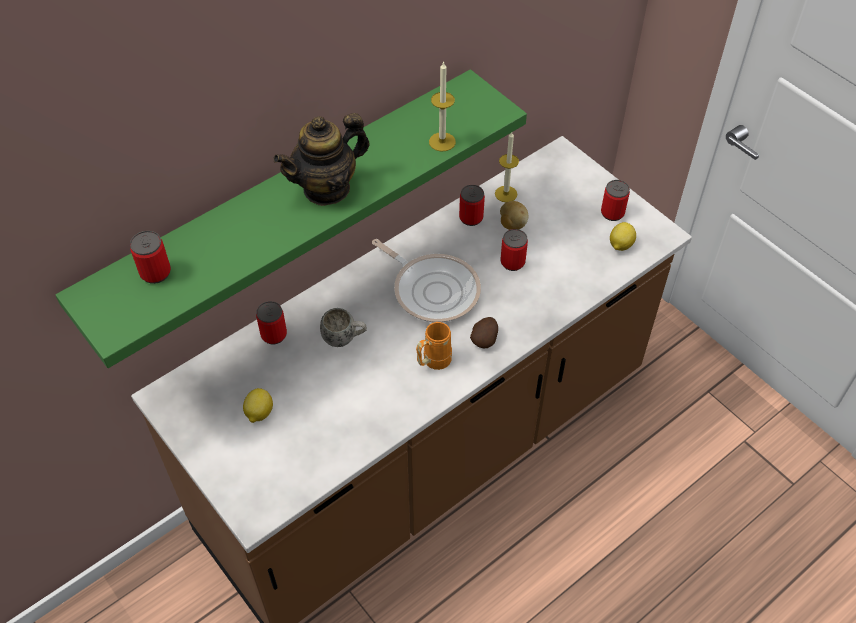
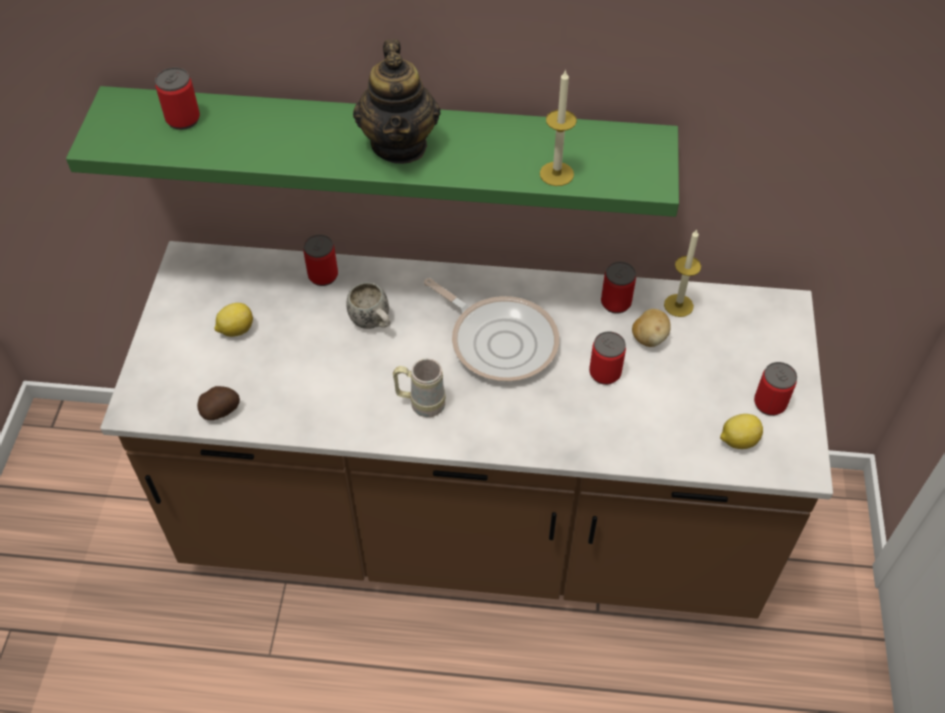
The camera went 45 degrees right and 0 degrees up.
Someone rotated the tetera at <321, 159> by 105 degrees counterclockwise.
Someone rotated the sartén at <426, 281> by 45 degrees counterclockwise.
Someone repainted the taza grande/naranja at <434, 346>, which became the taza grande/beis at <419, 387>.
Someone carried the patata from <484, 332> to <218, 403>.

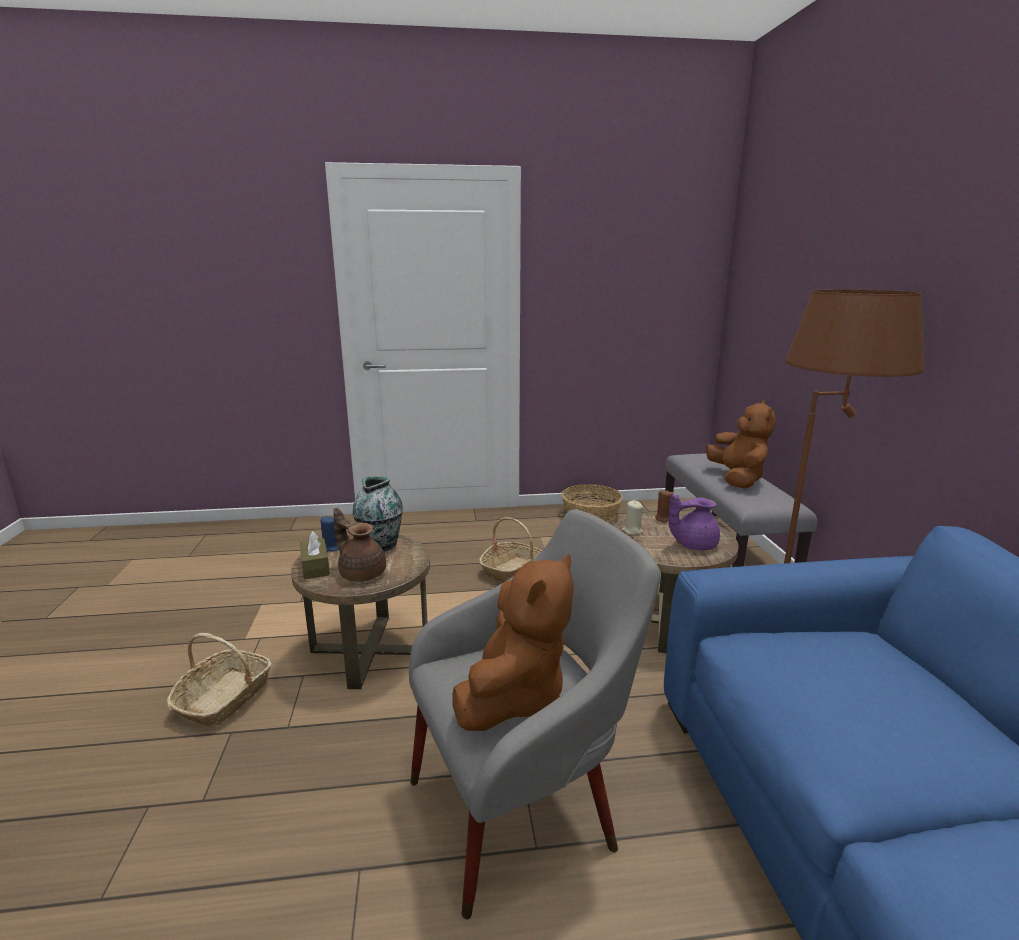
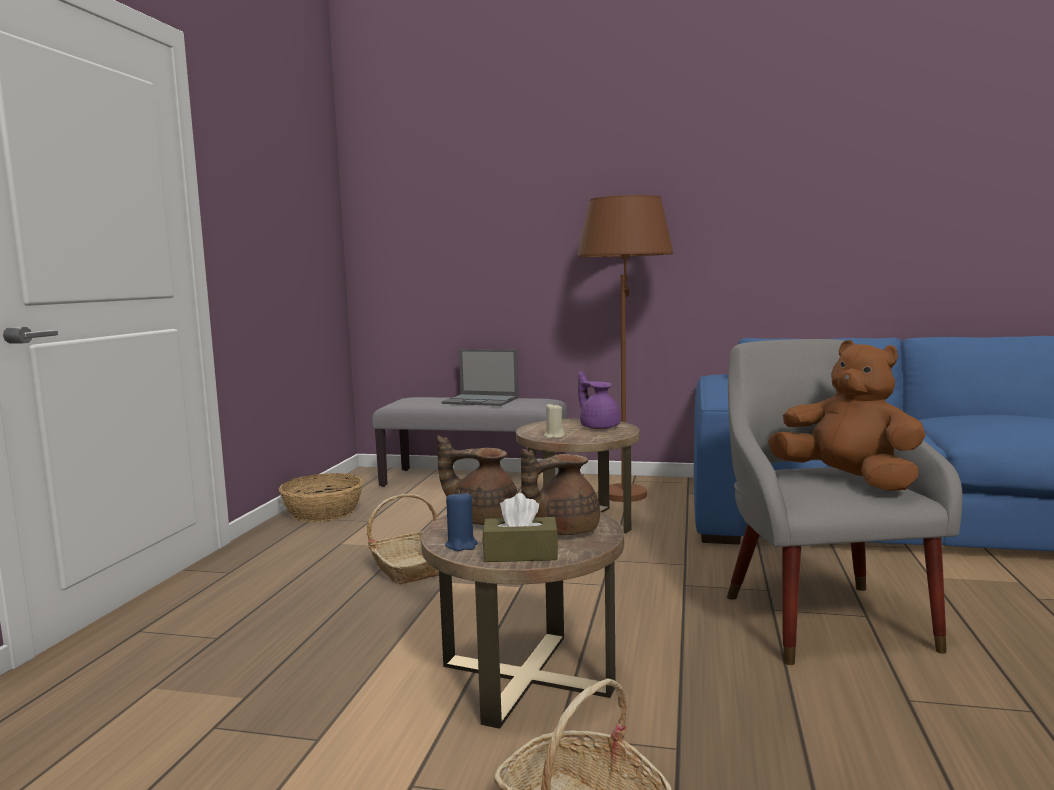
The camera went 70 degrees left and 10 degrees down.
Someone swapped the florero at <377, 514> for the tetera/marrón at <477, 480>.
Someone took away the vela/marrón at <664, 506>.
Someone rotated the tetera/morado at <694, 522> by 135 degrees clockwise.
Someone swapped the peluche/marrón at <740, 444> for the portátil at <480, 377>.

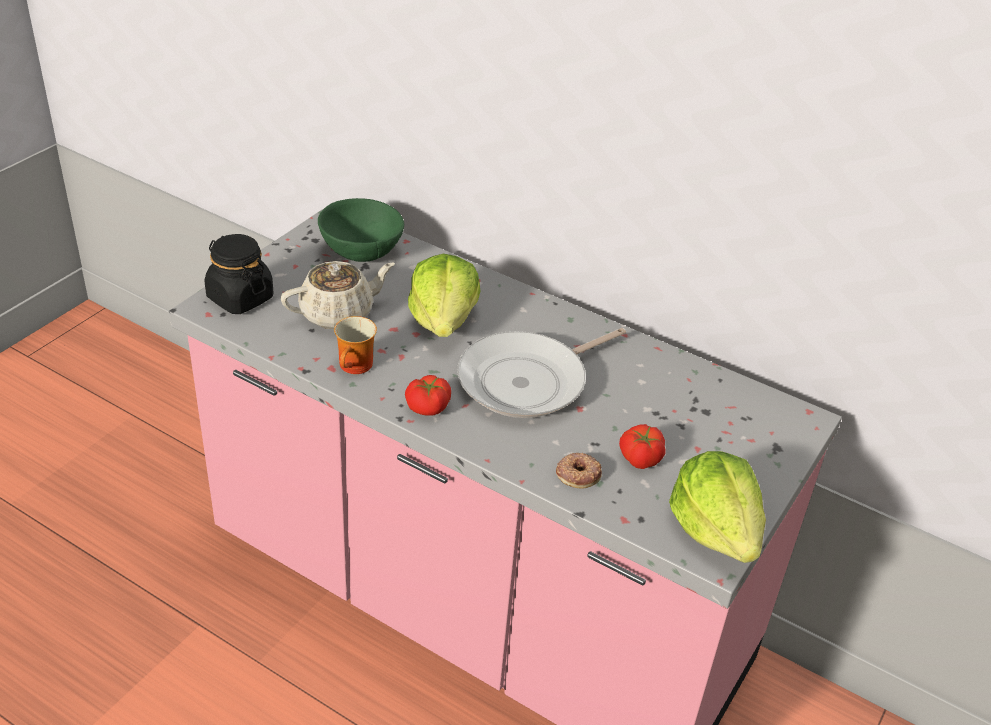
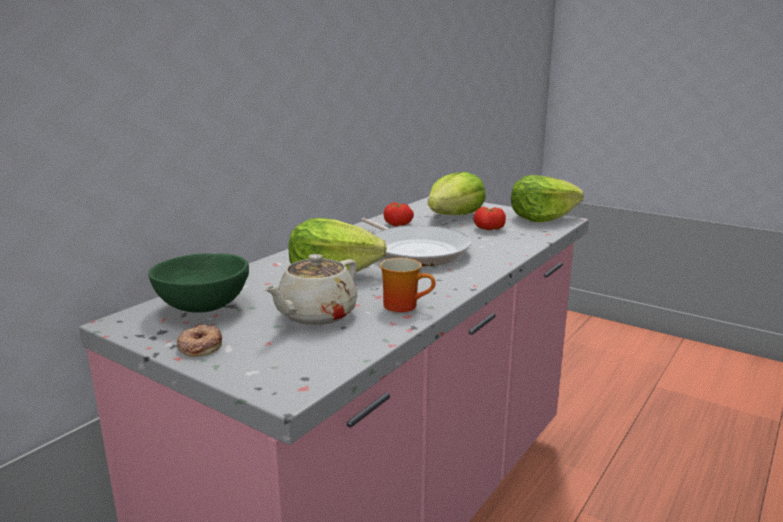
The camera went 85 degrees left and 20 degrees down.
Someone took away the tarro/negro at <239, 274>.
Someone rotated the tetera/beis at <338, 295> by 120 degrees counterclockwise.
Someone carried the tomate from <428, 395> to <398, 214>.
Someone carried the rosquilla from <579, 471> to <199, 341>.
Someone put down the lechuga at <457, 193>.

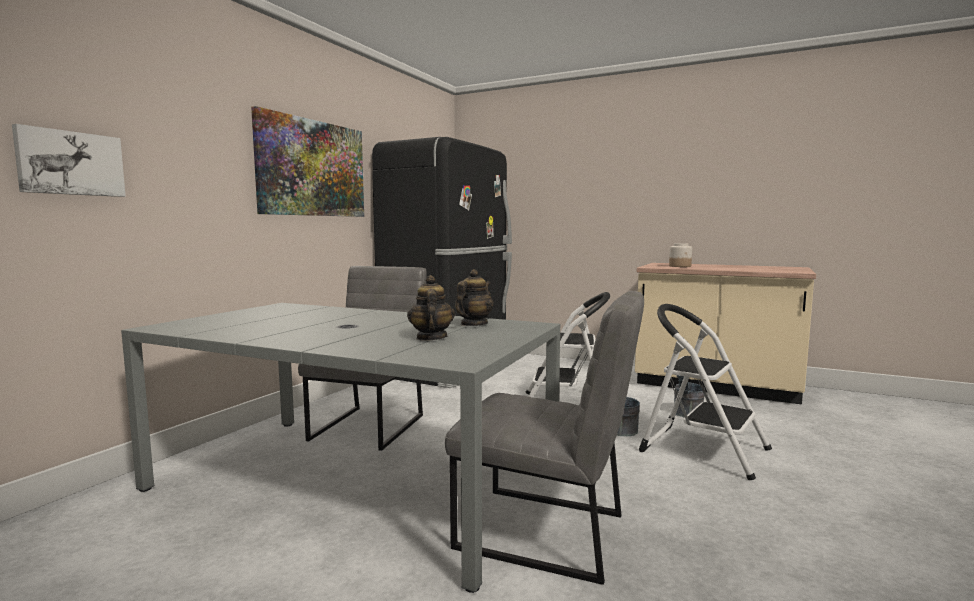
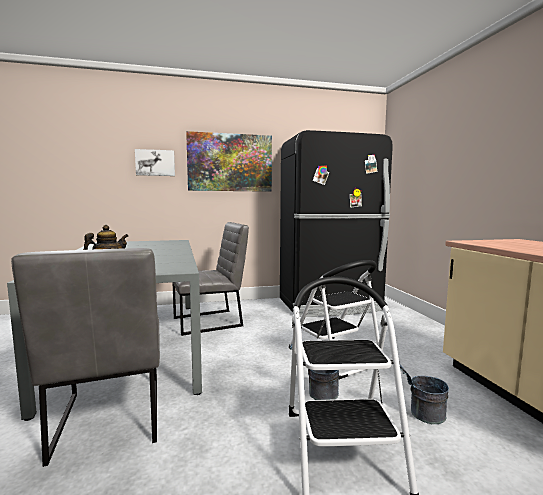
The camera went 50 degrees right and 0 degrees up.
Someone carried the cuadro from <69, 160> to <155, 162>.
Someone took away the tetera at <474, 297>.
Someone took away the tarro at <680, 255>.

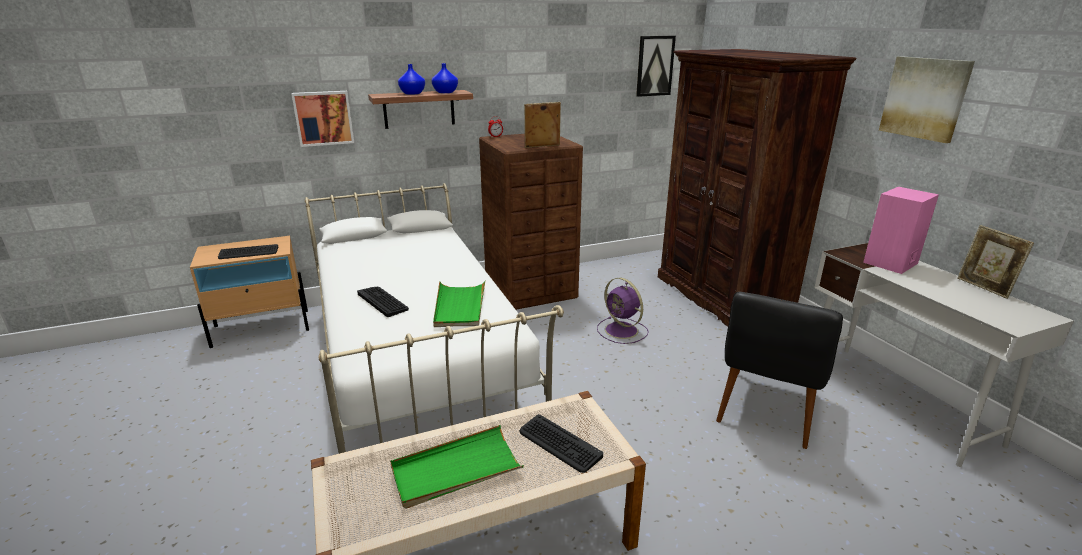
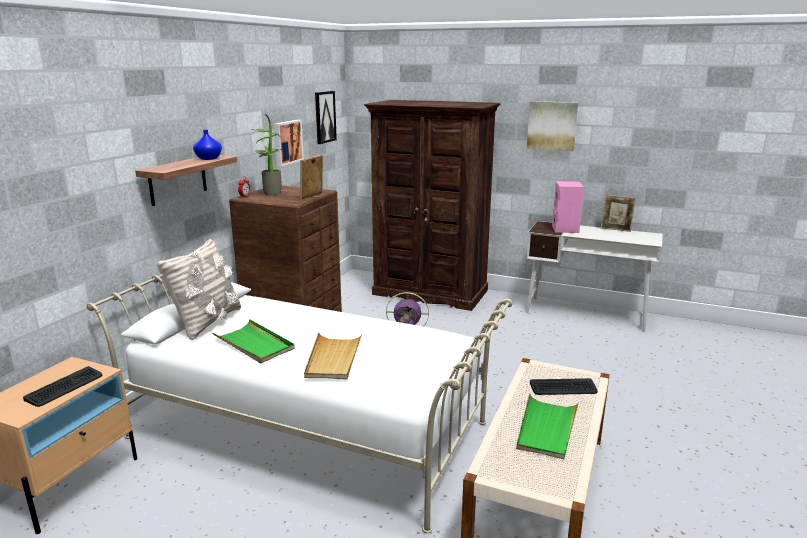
The camera went 45 degrees left and 5 degrees down.
Someone carried the cuadro from <322, 119> to <289, 143>.
Someone swapped the teclado at <383, 302> for the bandeja/beis at <333, 356>.
Someone took away the florero/azul at <411, 79>.
Someone carried the bandeja/verde from <459, 303> to <254, 341>.
Someone took away the silla/negro at <779, 370>.
Someone put down the cojín/beis at <199, 289>.
Someone put down the planta en maceta at <267, 154>.

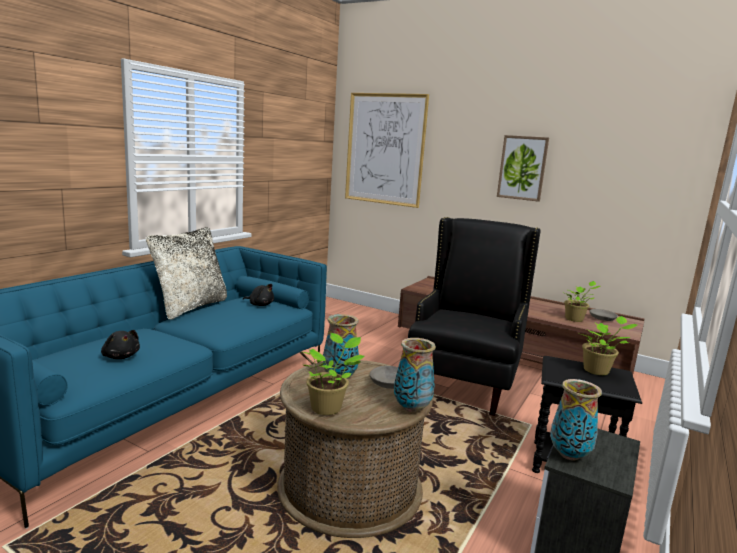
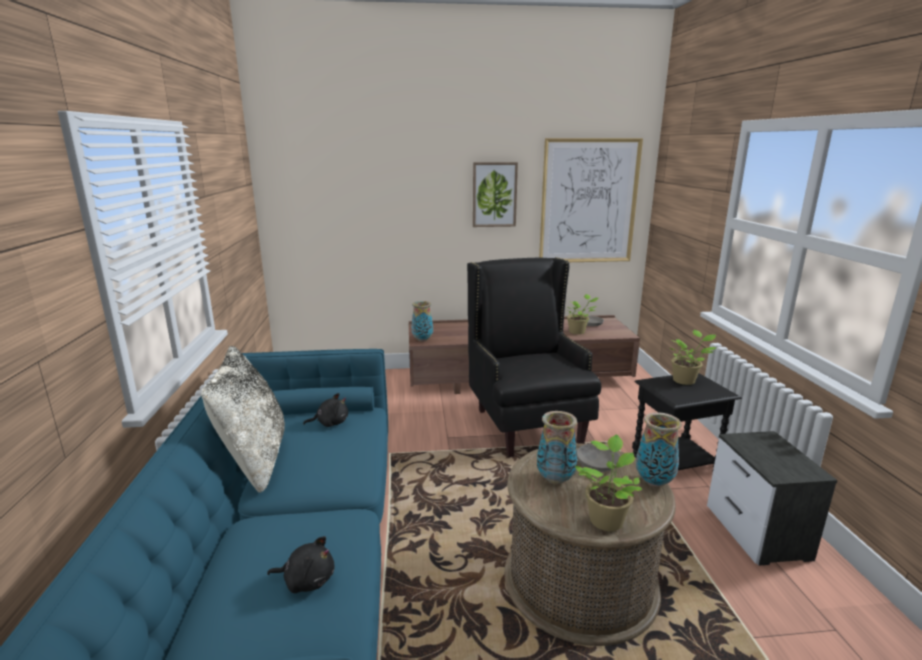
The camera went 35 degrees left and 5 degrees up.
Someone carried the cuadro from <387, 150> to <591, 200>.
Someone carried the florero from <576, 420> to <422, 321>.

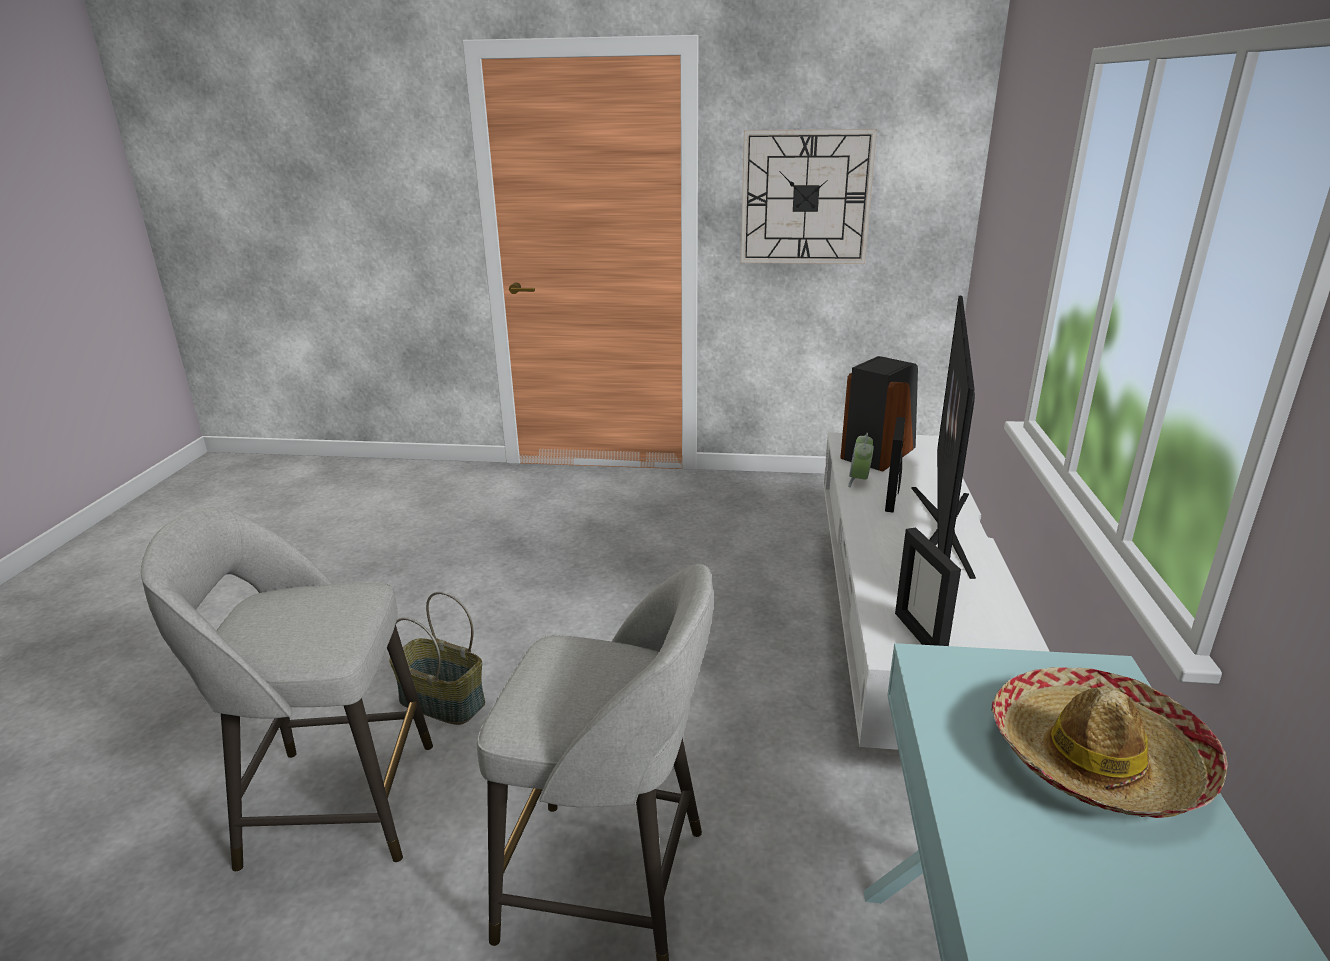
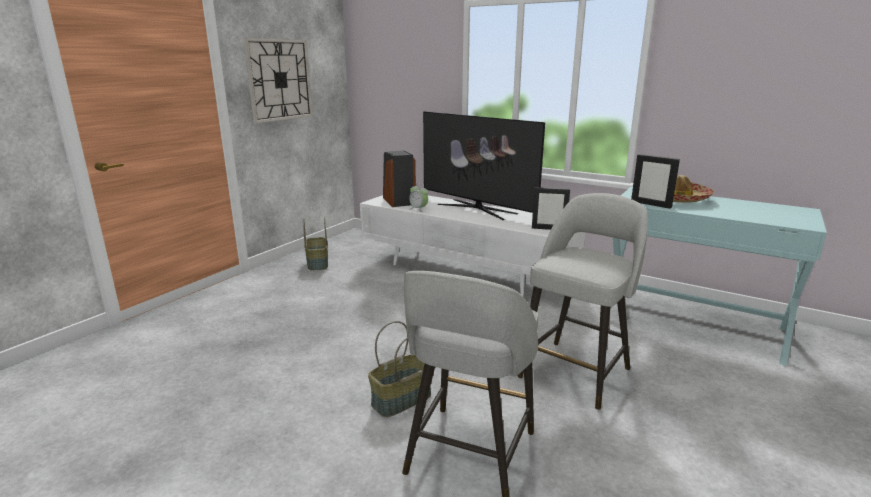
The camera went 65 degrees left and 5 degrees down.
Someone carried the portarretratos from <895, 465> to <655, 181>.
Someone put down the cesta at <315, 244>.

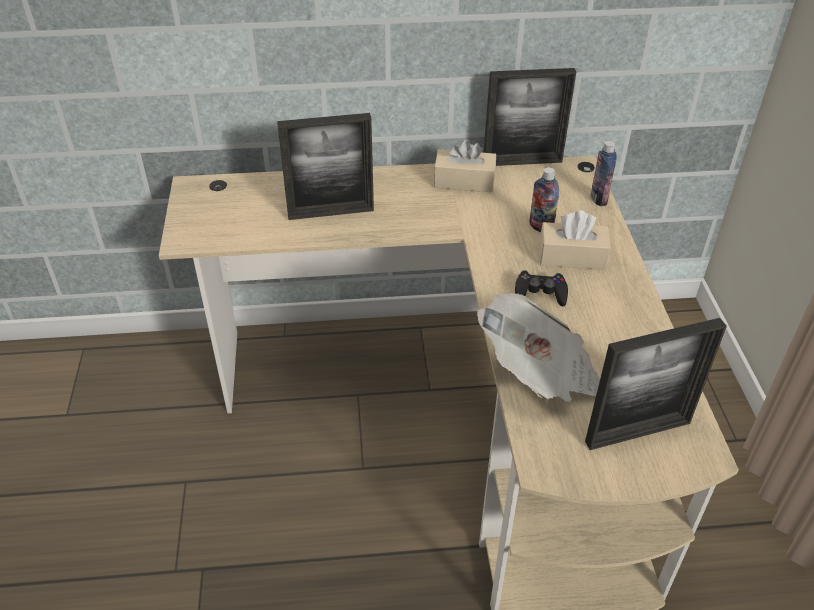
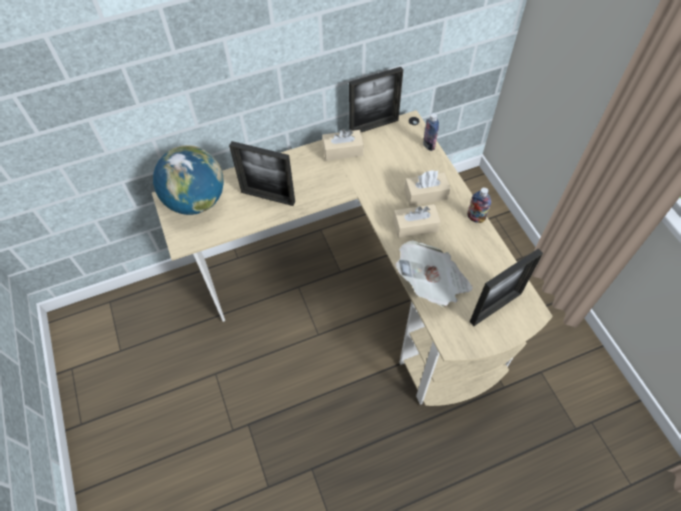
The camera went 15 degrees left and 15 degrees up.
Someone rotated the portarretratos at <325, 166> by 45 degrees clockwise.
Someone swapped the mando de consola/negro at <541, 288> for the caja de pañuelos/beis at <417, 221>.
Someone carried the botella from <544, 199> to <479, 205>.
Someone put down the globo terráqueo at <188, 180>.

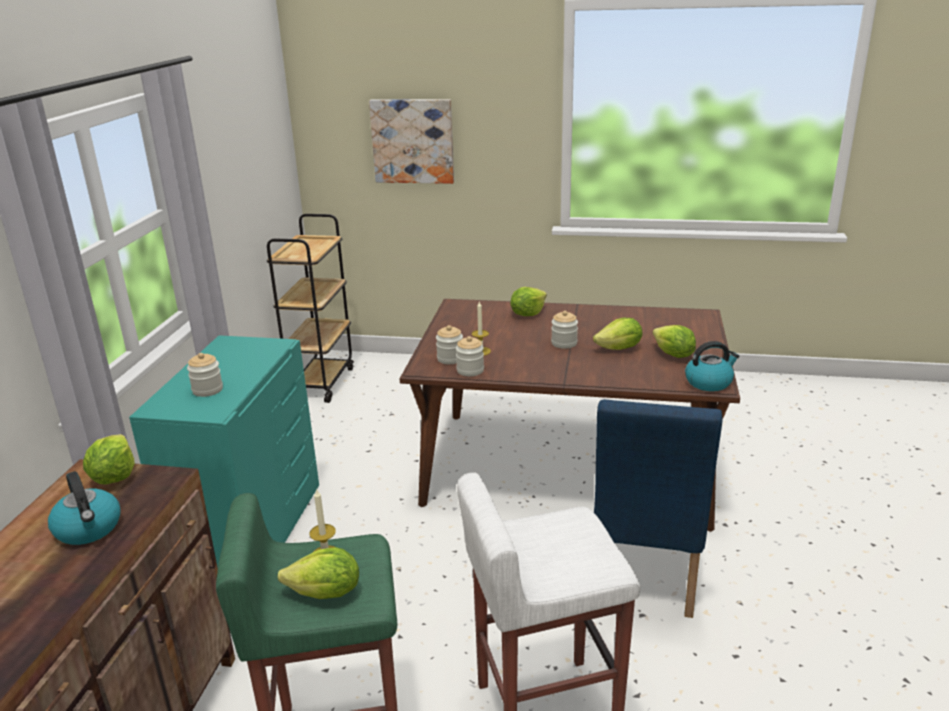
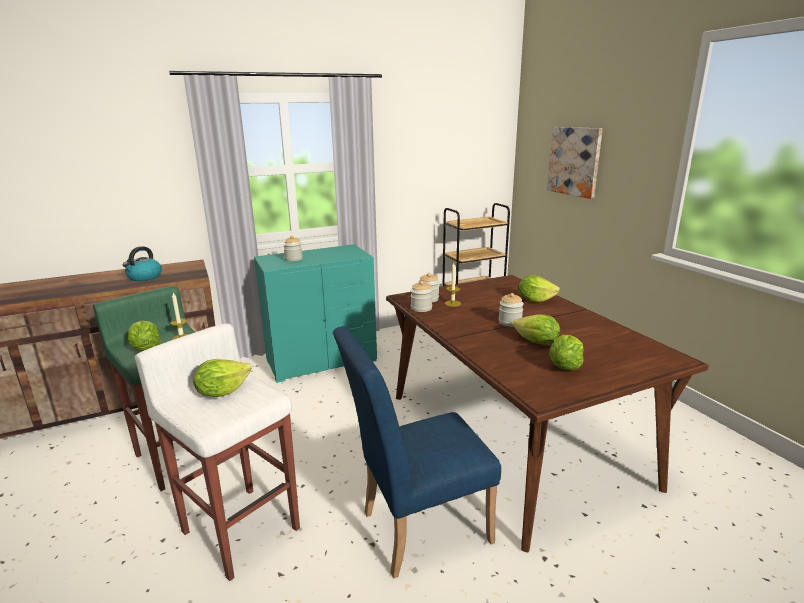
The camera went 55 degrees right and 5 degrees down.
Someone carried the lechuga from <109, 459> to <222, 378>.
Someone took away the hervidor at <712, 366>.

